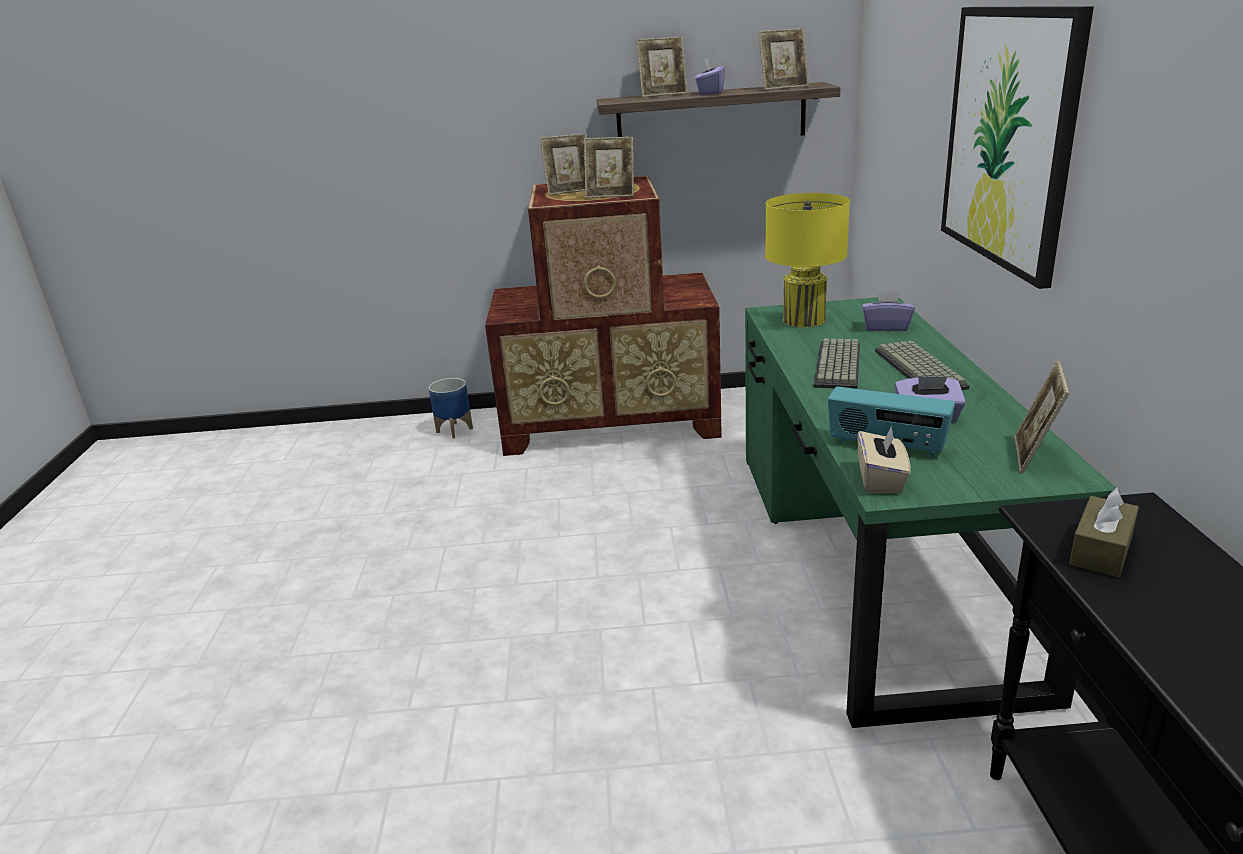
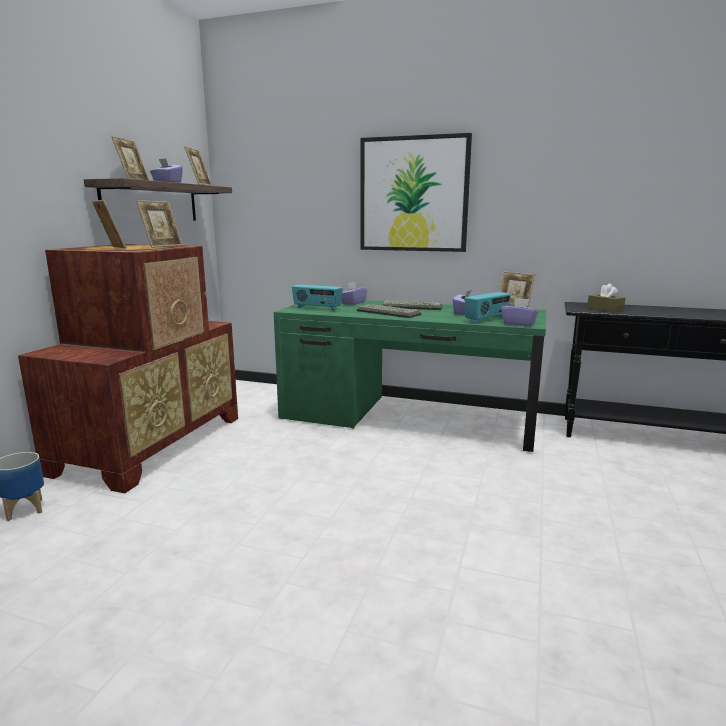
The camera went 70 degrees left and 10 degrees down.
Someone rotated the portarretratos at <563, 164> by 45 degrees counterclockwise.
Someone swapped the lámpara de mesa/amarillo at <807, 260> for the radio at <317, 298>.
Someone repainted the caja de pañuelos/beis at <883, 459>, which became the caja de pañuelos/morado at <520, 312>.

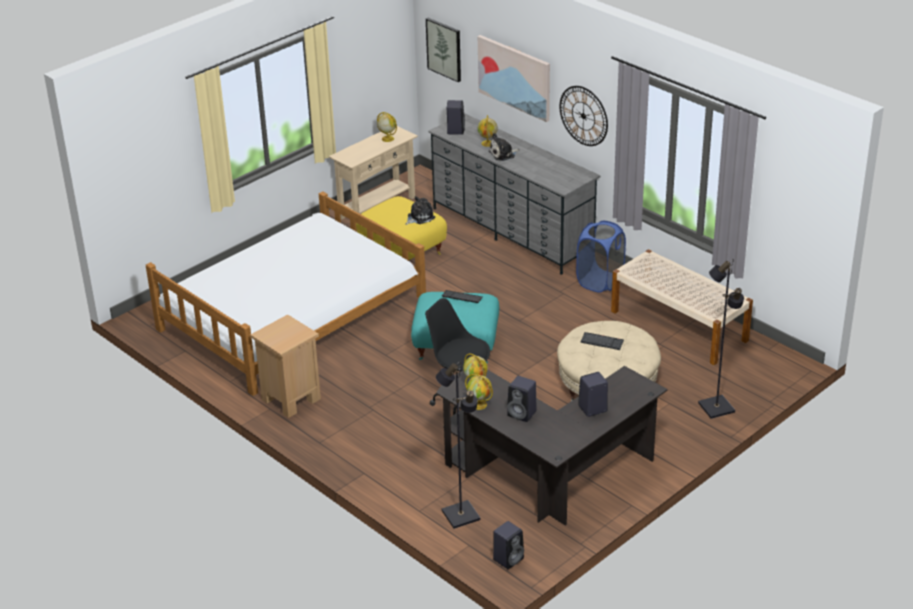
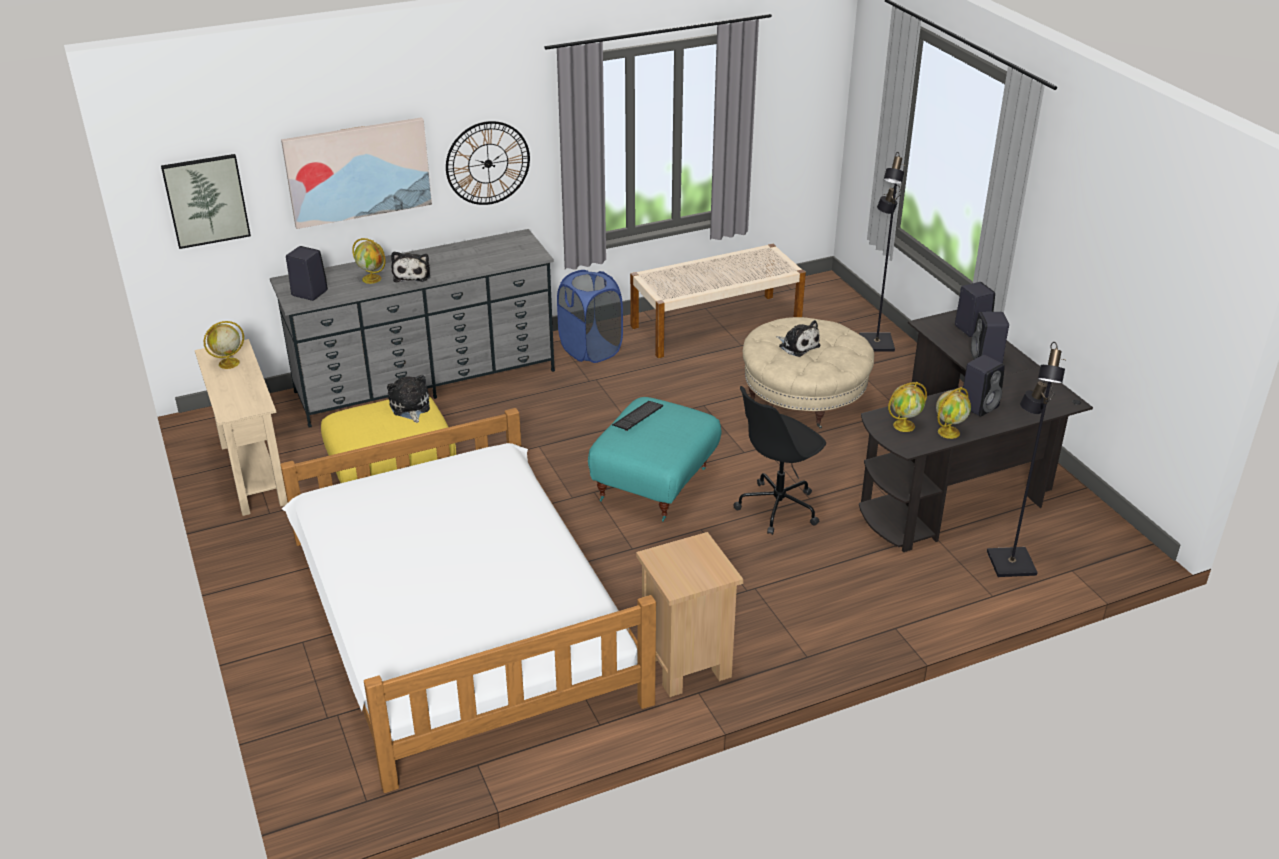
The camera went 70 degrees left and 0 degrees up.
Someone carried the altavoz/negro from <508, 545> to <975, 309>.
Someone swapped the teclado at <602, 341> for the peluche at <798, 338>.

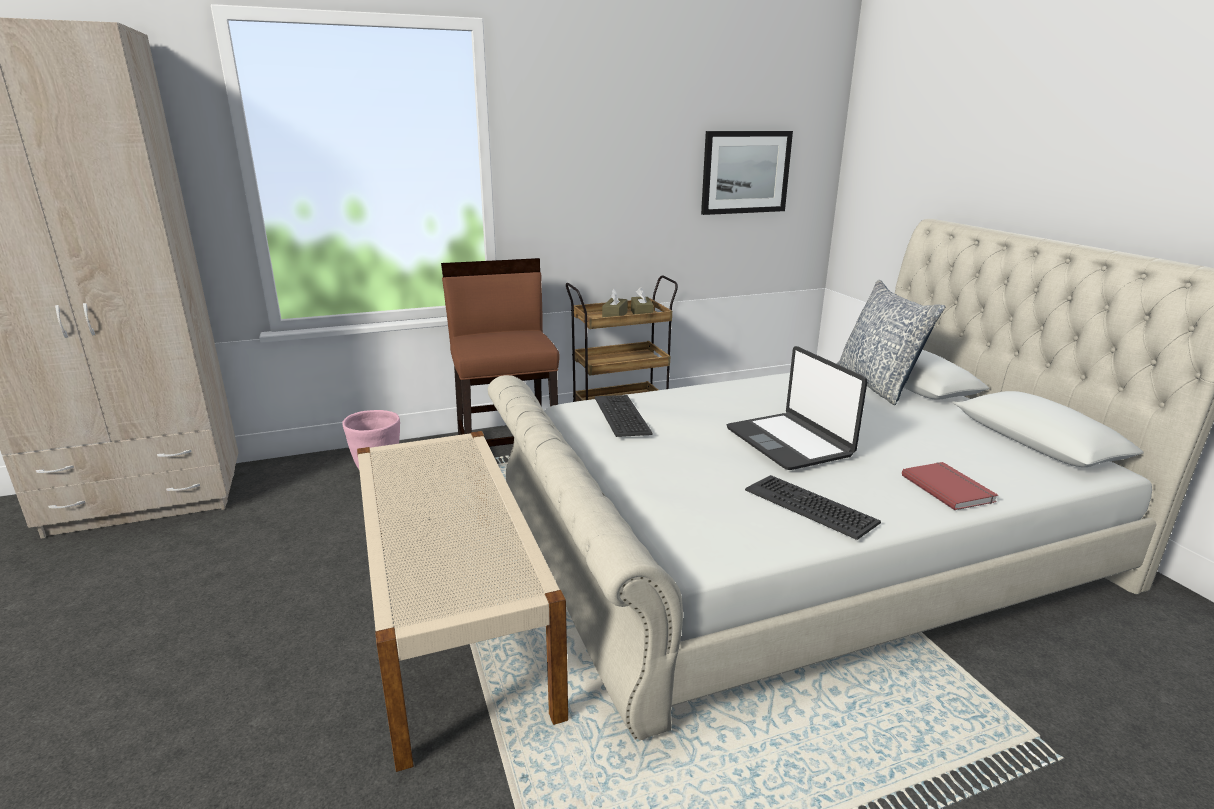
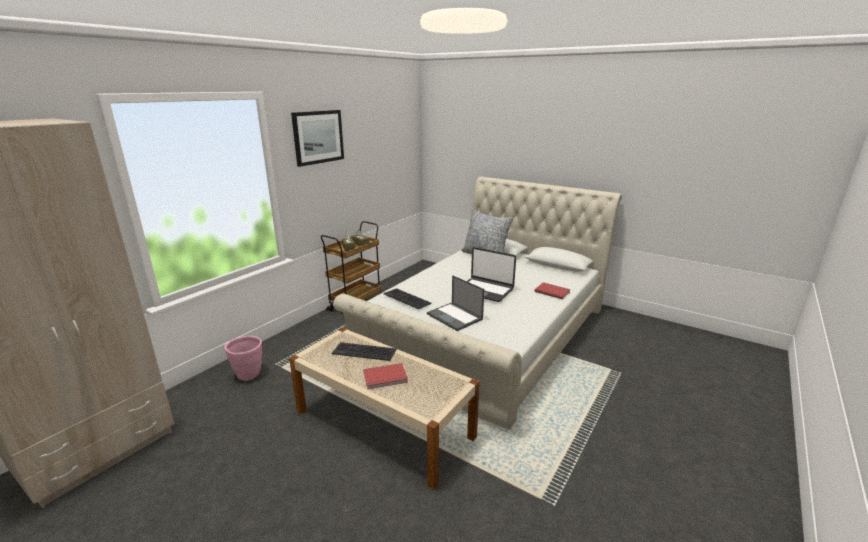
The camera went 35 degrees left and 0 degrees up.
Someone took away the silla/marrón at <500, 363>.
Someone carried the cuadro from <747, 173> to <317, 138>.
Someone carried the teclado from <813, 507> to <364, 351>.
Someone put down the libro/rojo at <385, 376>.
Someone put down the portátil at <455, 303>.

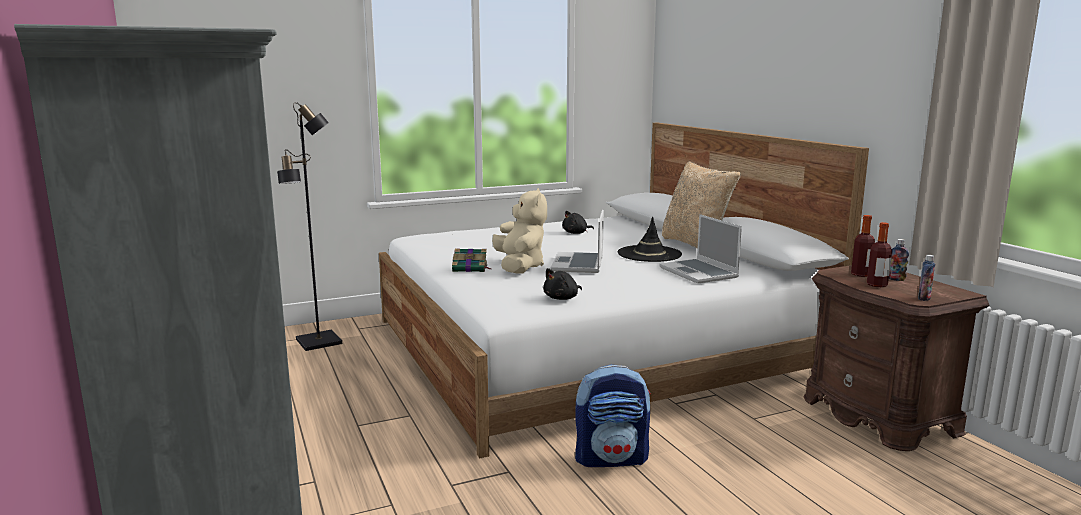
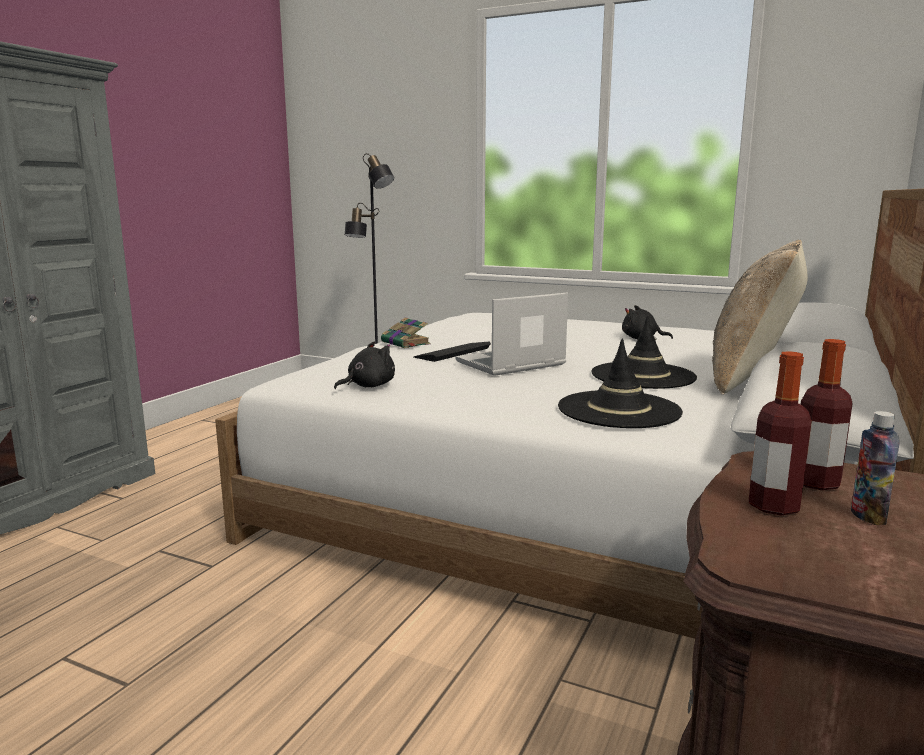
The camera went 50 degrees right and 0 degrees up.
Someone swapped the peluche/beis at <519, 231> for the teclado at <452, 352>.
Someone rotated the peluche/negro at <562, 284> by 135 degrees clockwise.
Someone took away the mochila at <613, 415>.
Someone swapped the portátil at <700, 249> for the sombrero/negro at <620, 383>.
Someone took away the botella at <926, 278>.

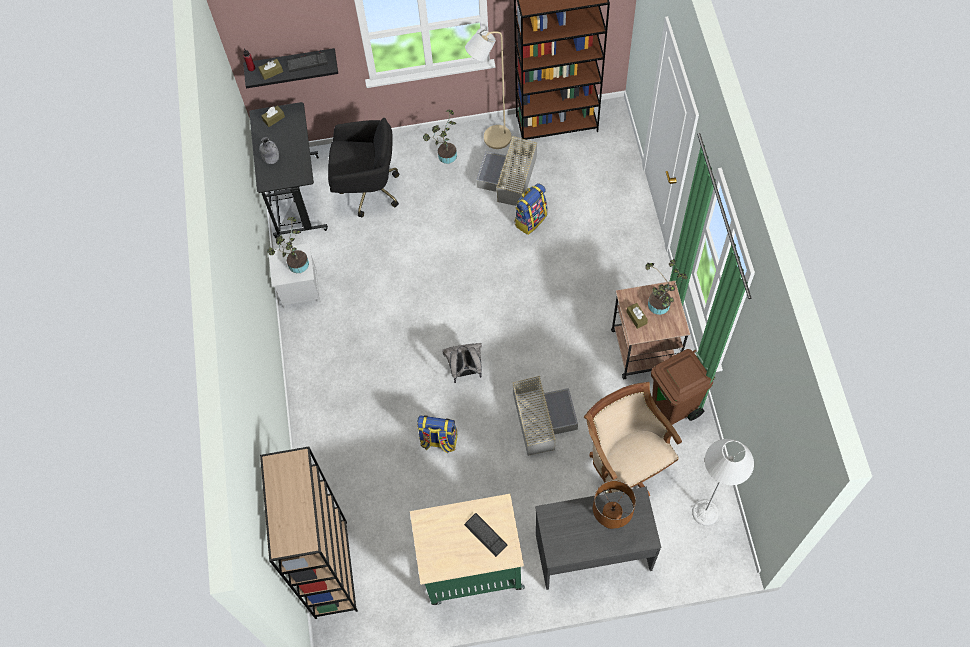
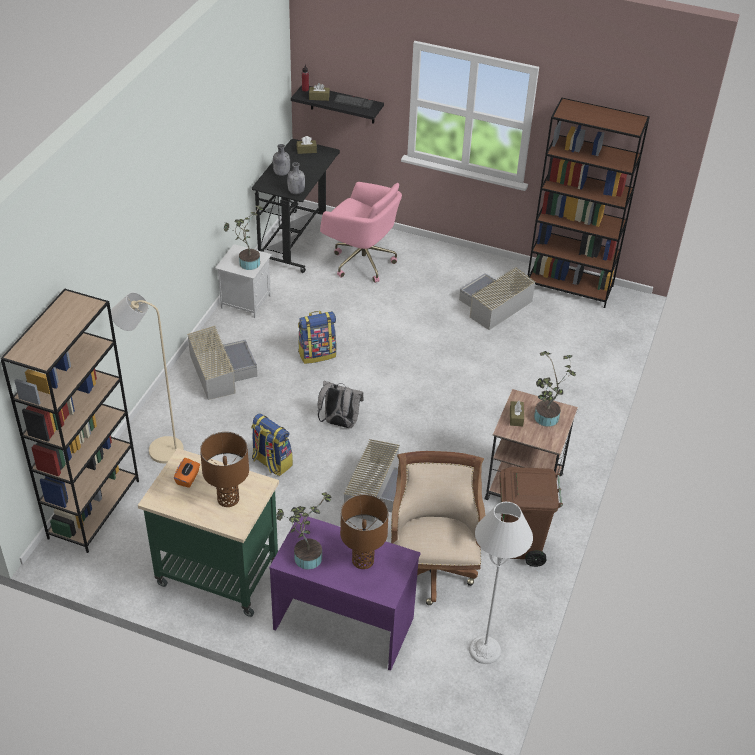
The camera went 25 degrees right and 20 degrees down.
Someone repainted the silla de oficina/negro at <363, 168>, which became the silla de oficina/rosa at <361, 232>.
Someone carried the planta en maceta from <440, 136> to <304, 531>.
Someone swapped the teclado at <485, 535> for the lámpara de mesa/marrón at <224, 469>.
Someone carried the lámpara de pie/beis from <488, 89> to <147, 377>.
Someone carried the mochila from <531, 209> to <317, 337>.
Someone repainted the escritorio/gris at <598, 538>, which became the escritorio/morado at <345, 592>.
Someone put down the caja de pañuelos/naranja at <187, 473>.
Someone put down the caja de almacenaje/gris at <222, 363>.
Someone put down the botella/gris at <296, 178>.

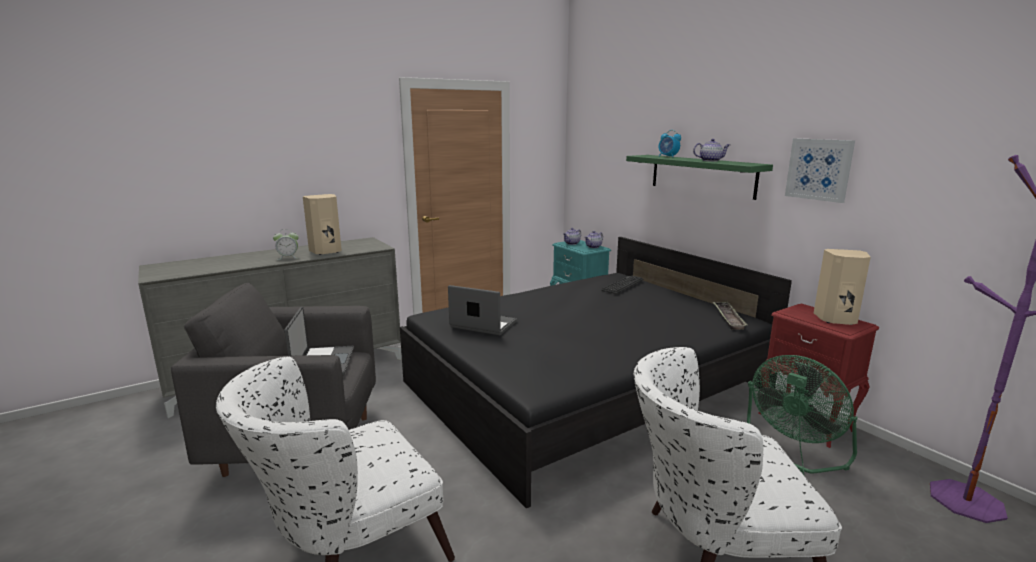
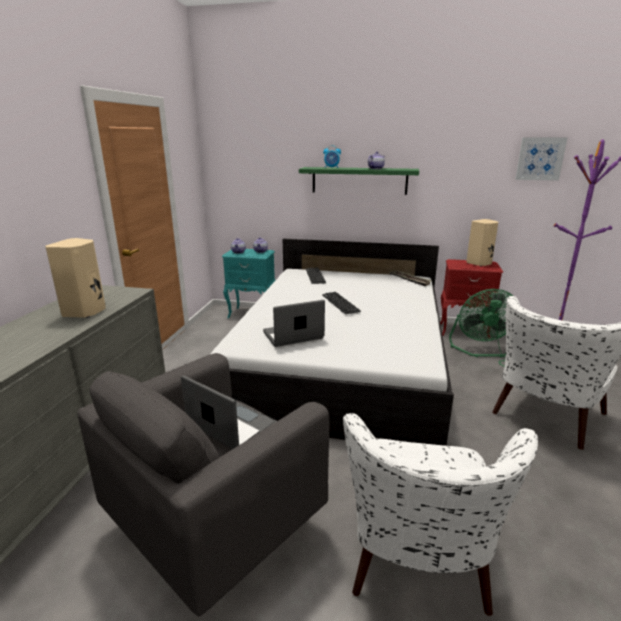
The camera went 45 degrees left and 5 degrees up.
Someone took away the despertador at <286, 244>.
Someone repainted the cama/negro at <596, 372>, which became the cama/blanco at <332, 342>.
Someone carried the cuadro from <820, 170> to <541, 159>.
Someone put down the teclado at <341, 303>.

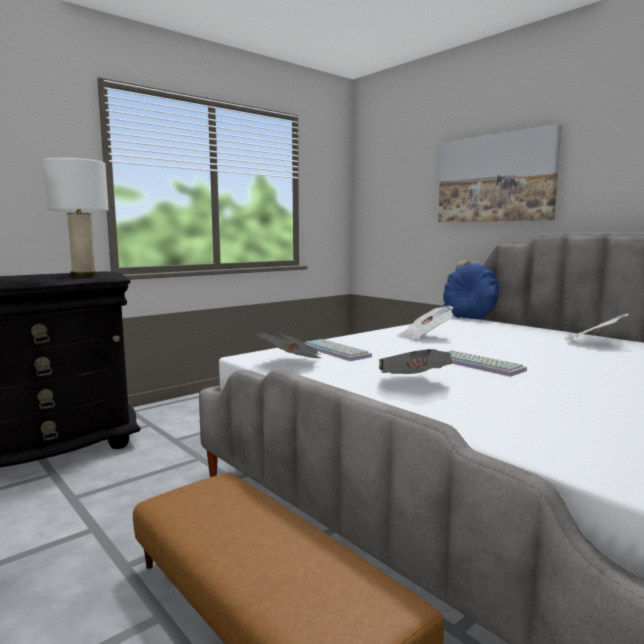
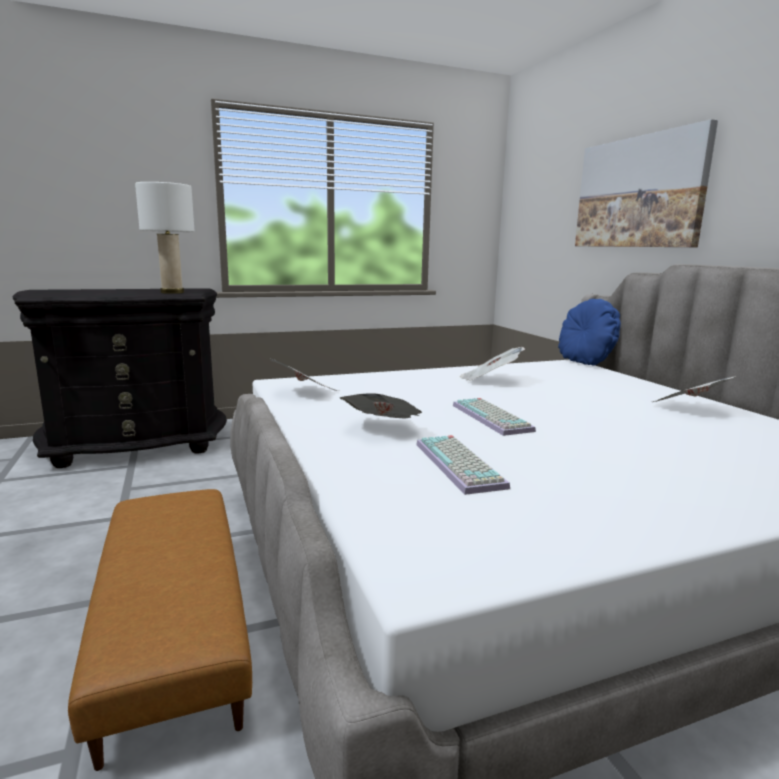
The camera went 20 degrees right and 5 degrees up.
Someone carried the teclado from <338, 350> to <463, 465>.

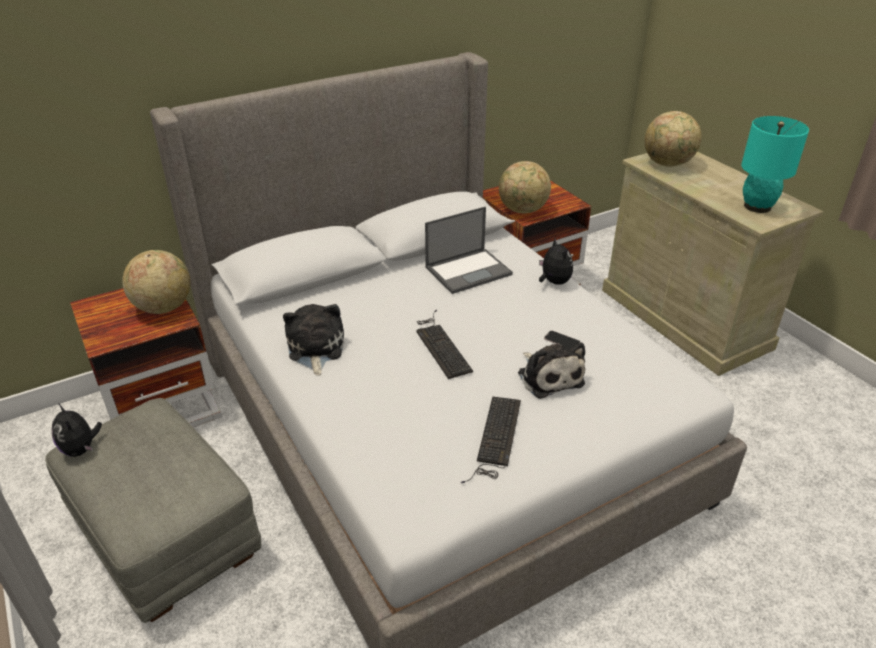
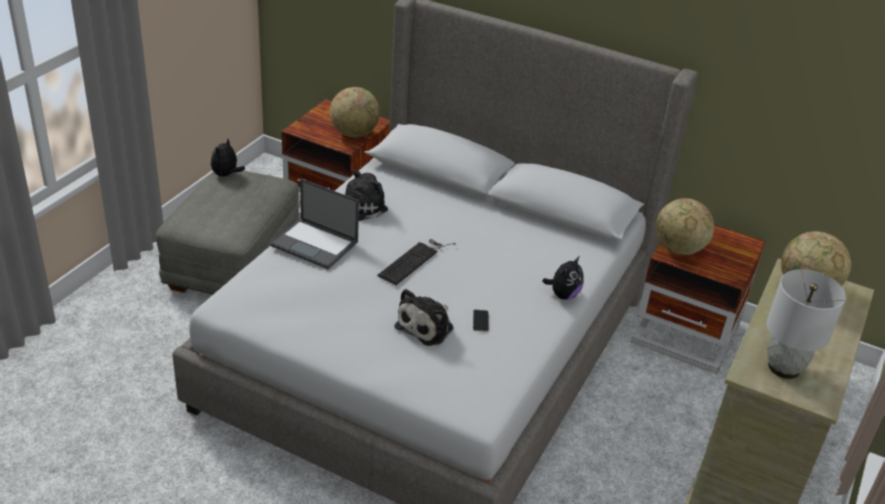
The camera went 55 degrees right and 0 degrees up.
Someone carried the portátil from <469, 250> to <314, 224>.
Someone took away the teclado at <491, 440>.
Someone repainted the lámpara de mesa/turquesa at <775, 164>, which became the lámpara de mesa/blanco at <806, 324>.

